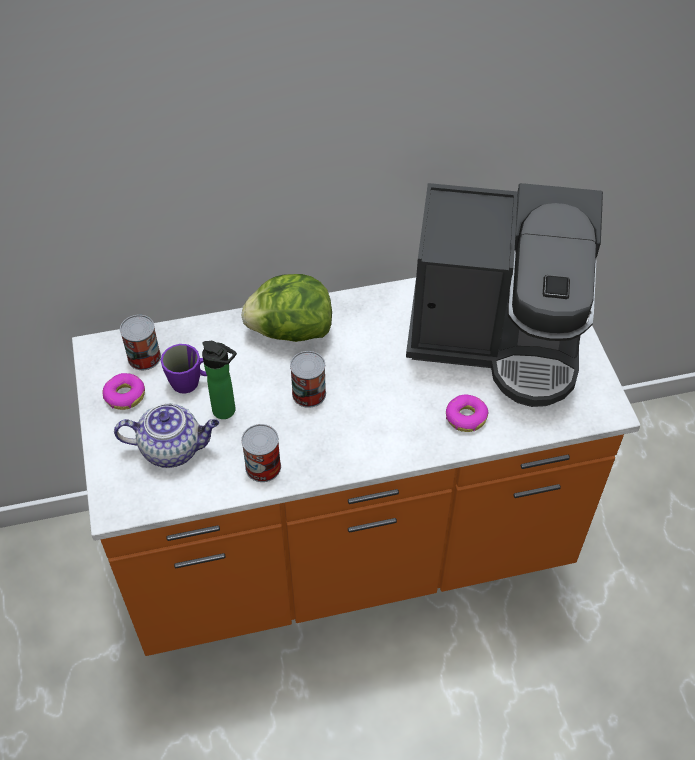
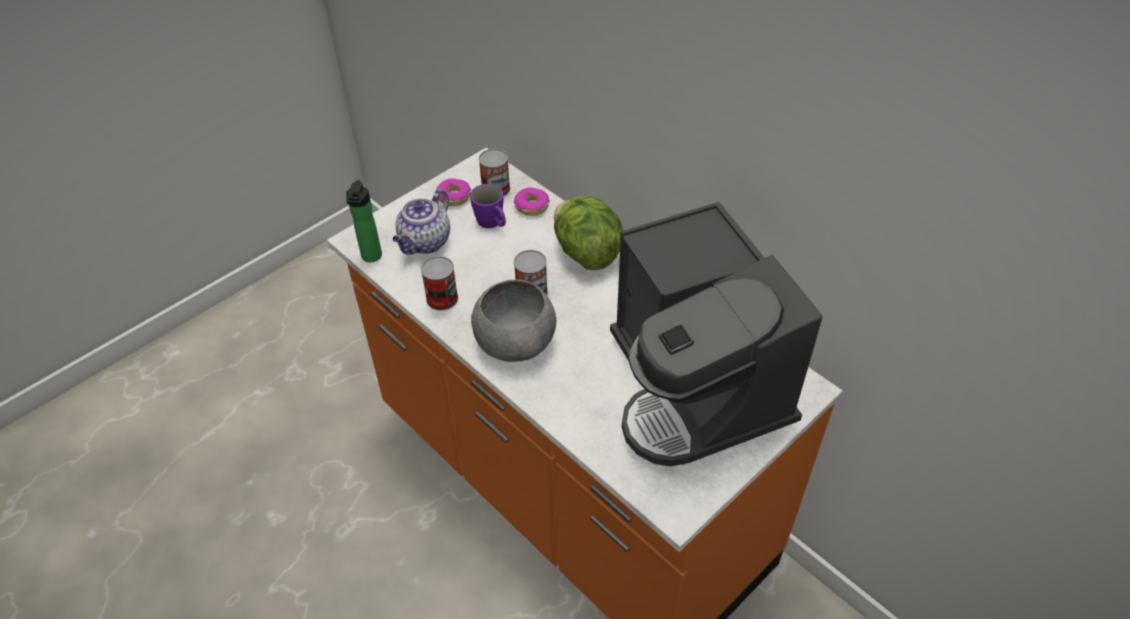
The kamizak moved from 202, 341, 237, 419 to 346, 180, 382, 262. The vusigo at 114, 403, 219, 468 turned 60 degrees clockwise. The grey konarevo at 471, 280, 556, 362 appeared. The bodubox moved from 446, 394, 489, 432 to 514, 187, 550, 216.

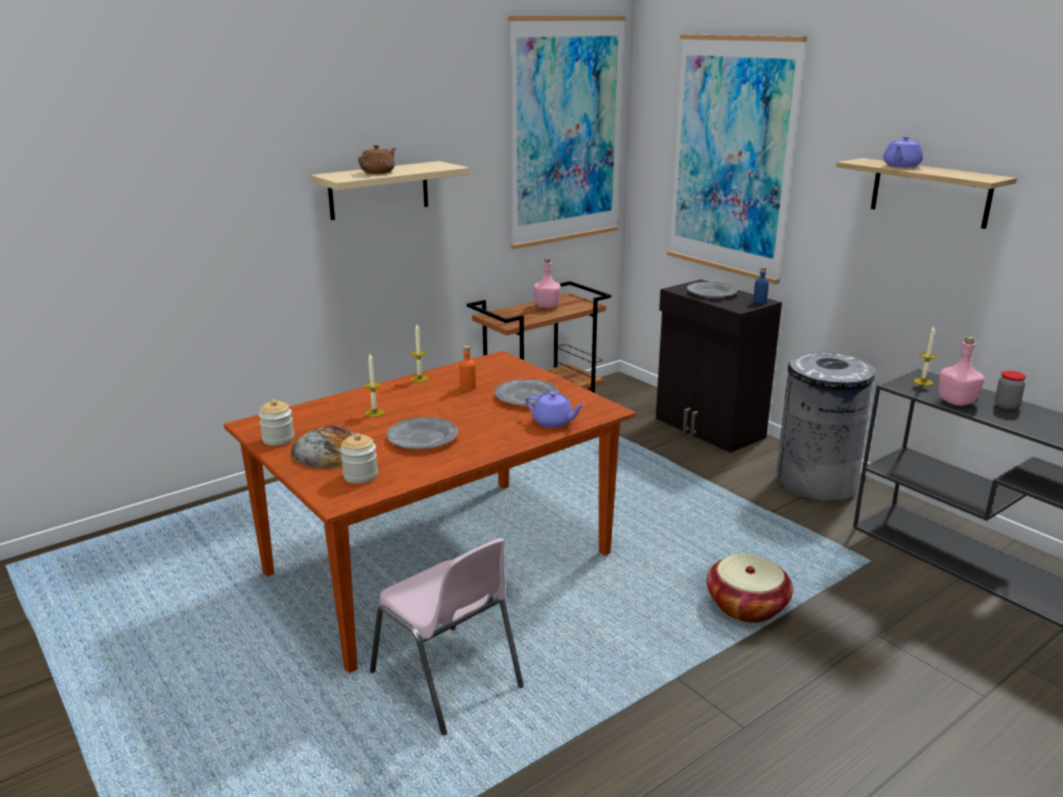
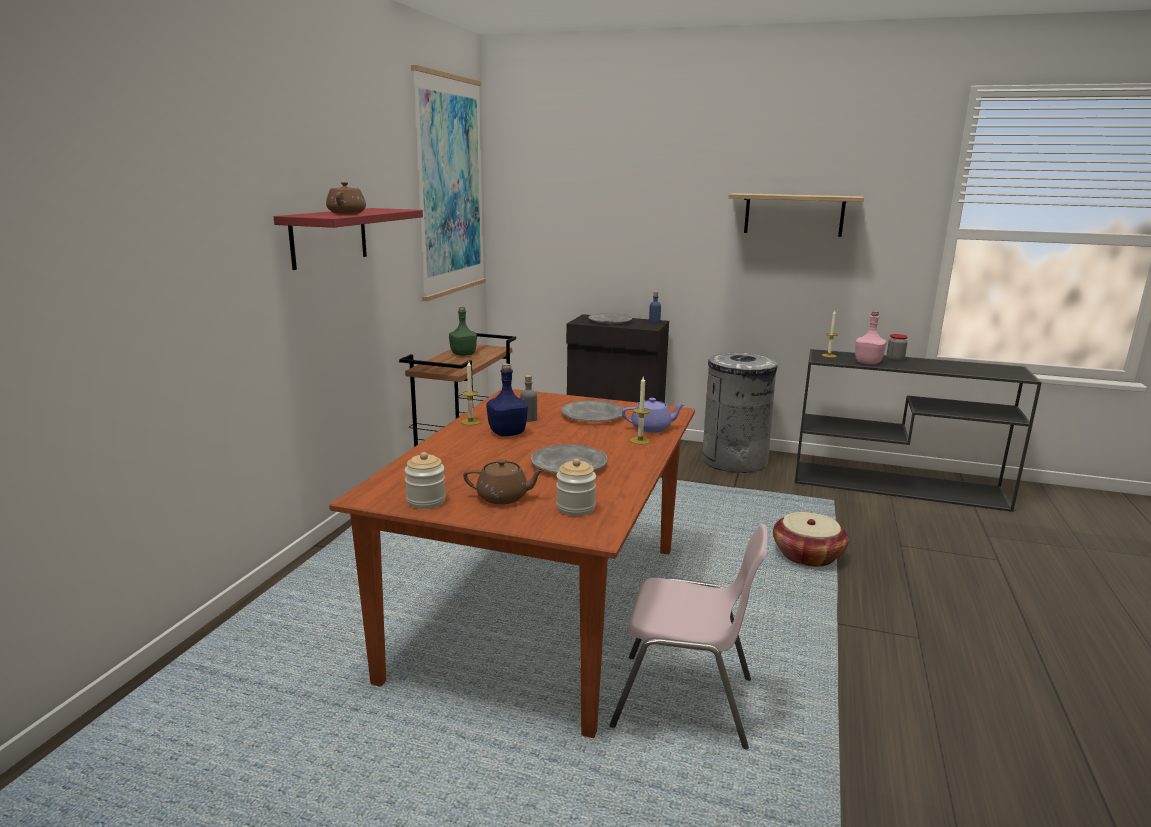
The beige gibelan at 310, 161, 469, 220 became the red gibelan at 274, 208, 423, 270. The pink kamizak at 534, 258, 561, 308 became the green kamizak at 449, 307, 477, 356. The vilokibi at 291, 425, 355, 469 was replaced by the brown vusigo at 463, 459, 546, 504. The blue kamizak at 487, 364, 528, 436 appeared. The orange kamizak at 459, 346, 476, 390 became the grey kamizak at 520, 375, 537, 422. The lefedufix moved from 364, 354, 385, 417 to 630, 377, 651, 444. The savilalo at 667, 34, 807, 284 disappeared. The purple vusigo at 883, 136, 923, 168 disappeared.

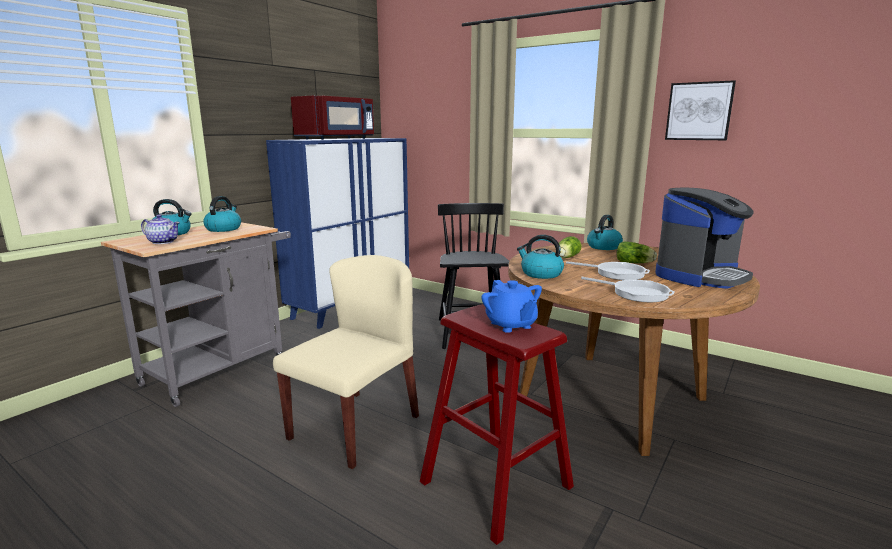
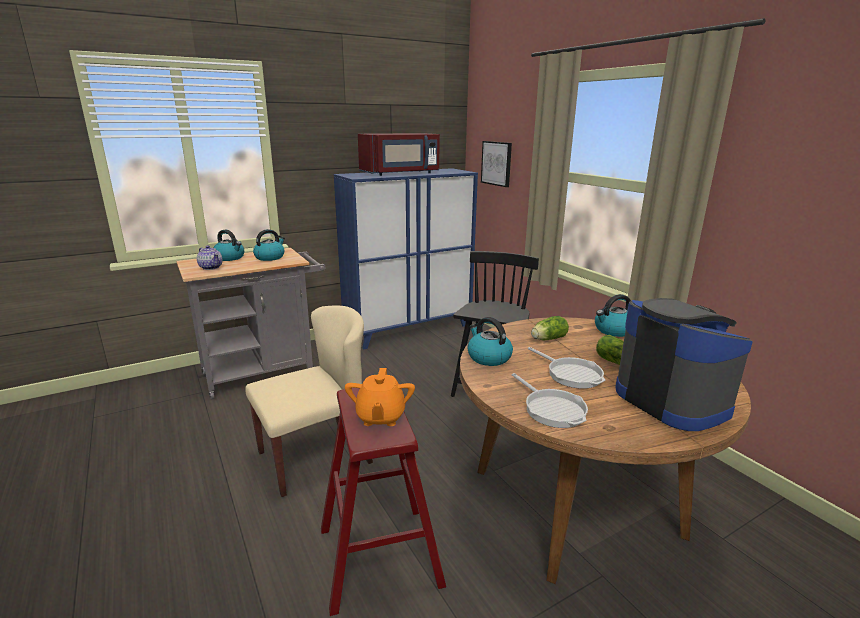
The blue vusigo at 481, 280, 542, 333 became the orange vusigo at 345, 368, 415, 426. The savilalo moved from 665, 80, 736, 140 to 481, 141, 512, 187. The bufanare at 655, 188, 754, 289 turned 105 degrees counterclockwise.

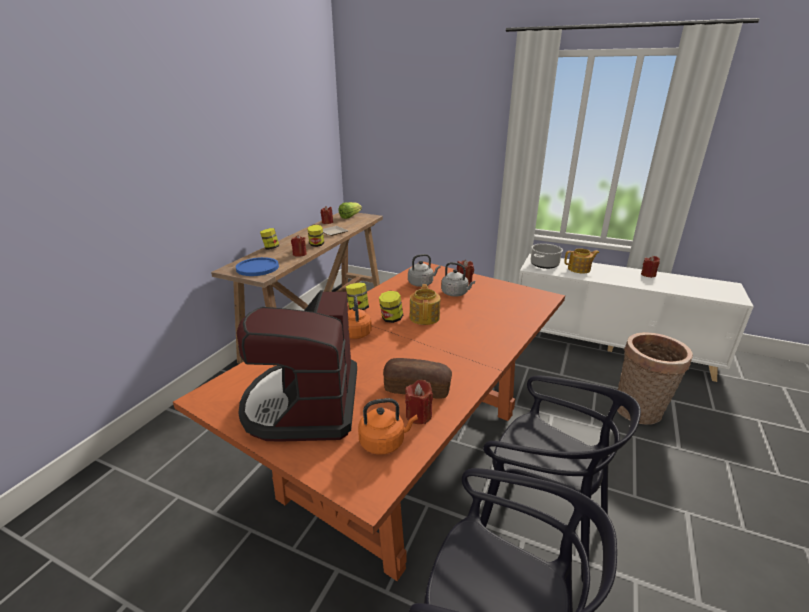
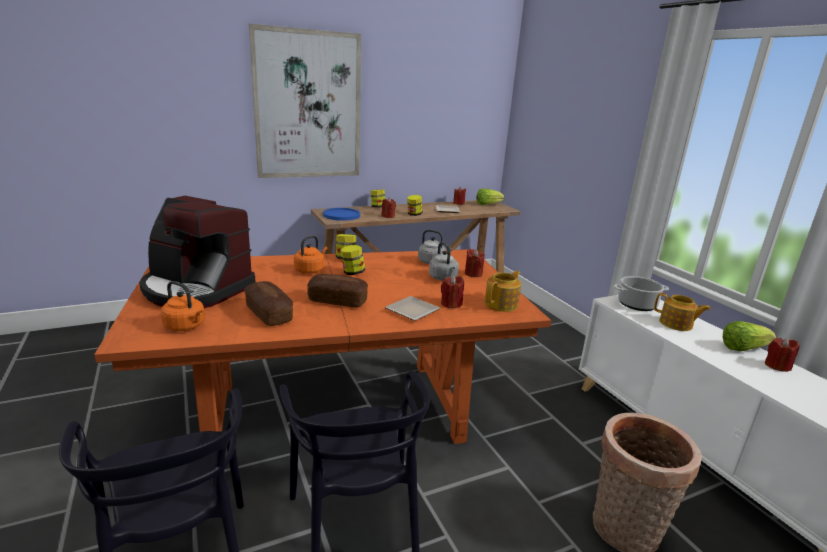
The bufanare at 237, 290, 357, 442 turned 105 degrees counterclockwise. The savilalo at 249, 23, 361, 178 appeared. The vilokibi at 307, 274, 368, 308 appeared. The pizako at 385, 296, 440, 321 appeared. The red lefedufix moved from 405, 380, 433, 424 to 441, 275, 464, 308. The vusigo moved from 409, 284, 440, 325 to 484, 271, 521, 312. The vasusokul at 723, 321, 776, 351 appeared.

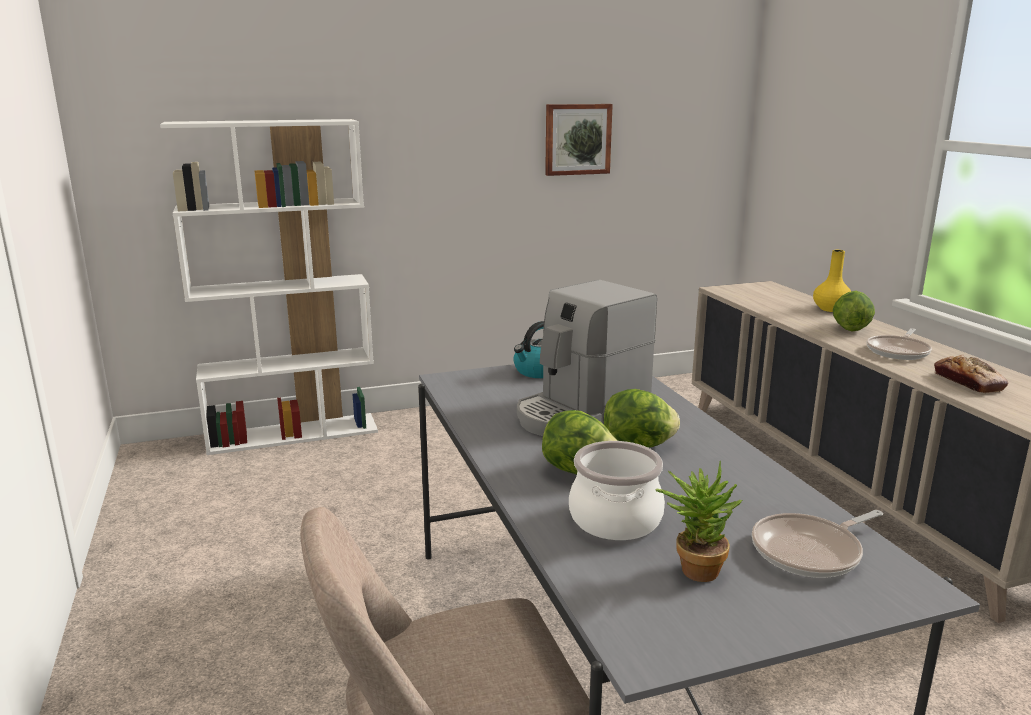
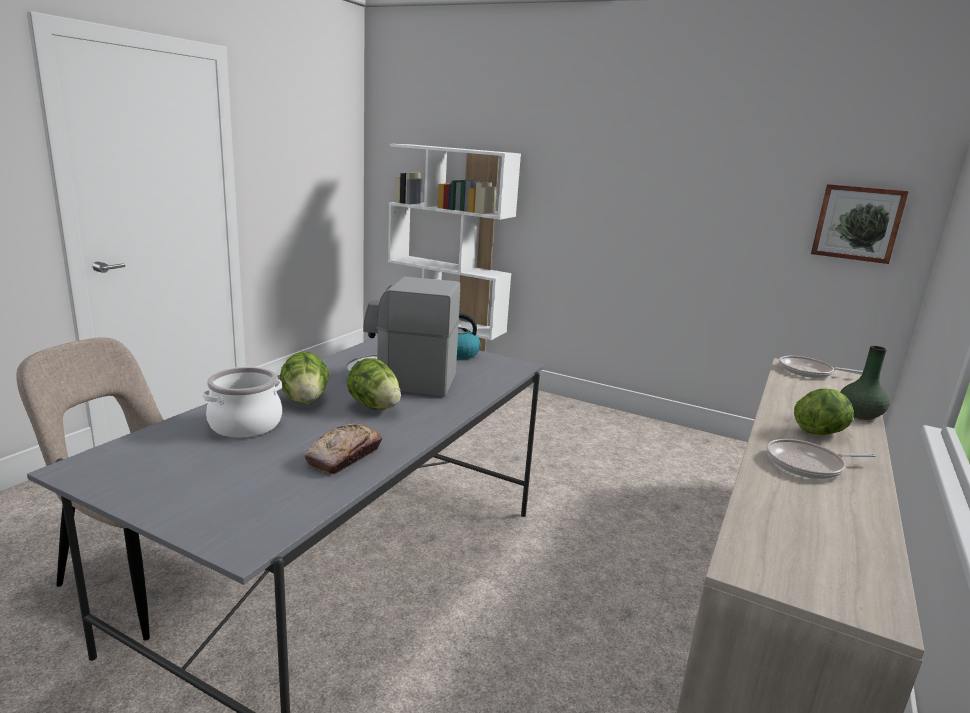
The vilokibi moved from 934, 355, 1008, 393 to 304, 423, 382, 474. The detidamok moved from 752, 510, 883, 578 to 779, 356, 863, 378. The savilalo moved from 545, 104, 613, 176 to 811, 184, 909, 264. The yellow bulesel at 813, 250, 851, 312 became the green bulesel at 840, 346, 890, 420. The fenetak at 655, 460, 742, 582 disappeared.

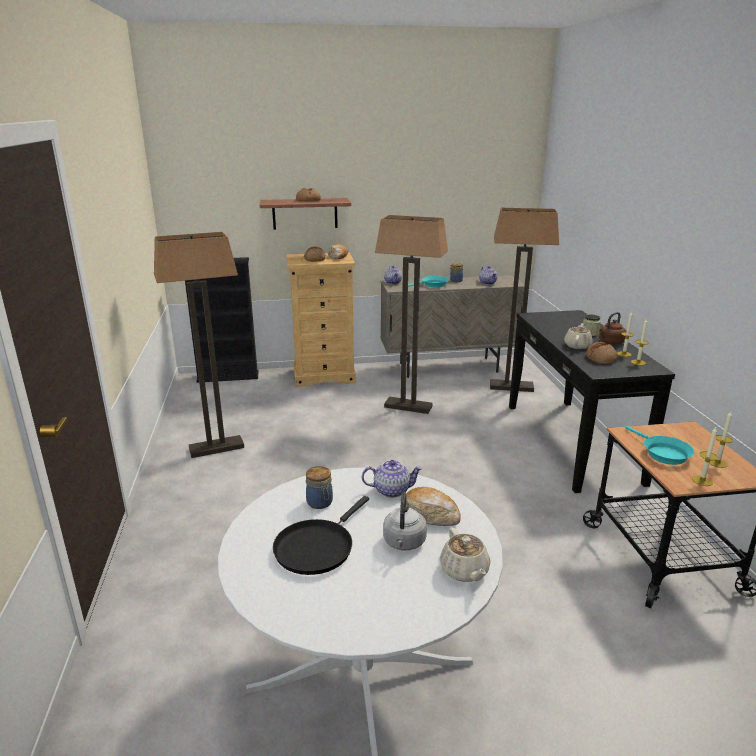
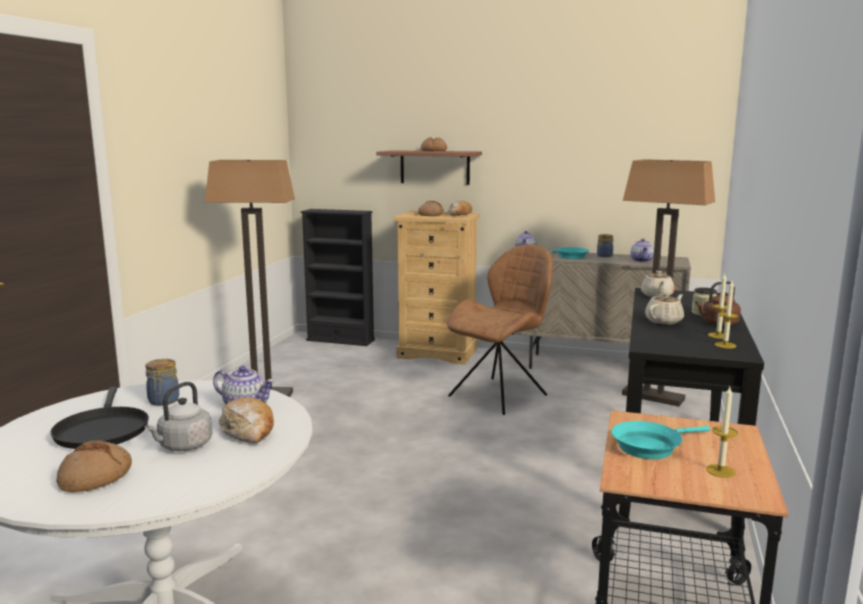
The black detidamok at 273, 496, 369, 575 turned 75 degrees counterclockwise. The vilokibi moved from 586, 342, 617, 364 to 56, 440, 132, 492. The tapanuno at 375, 215, 448, 414 was replaced by the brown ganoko at 447, 245, 553, 415. The turquoise detidamok at 625, 426, 694, 465 turned 60 degrees clockwise. The beige vusigo moved from 440, 527, 490, 582 to 641, 271, 674, 297. The lefedufix at 692, 427, 718, 486 disappeared.

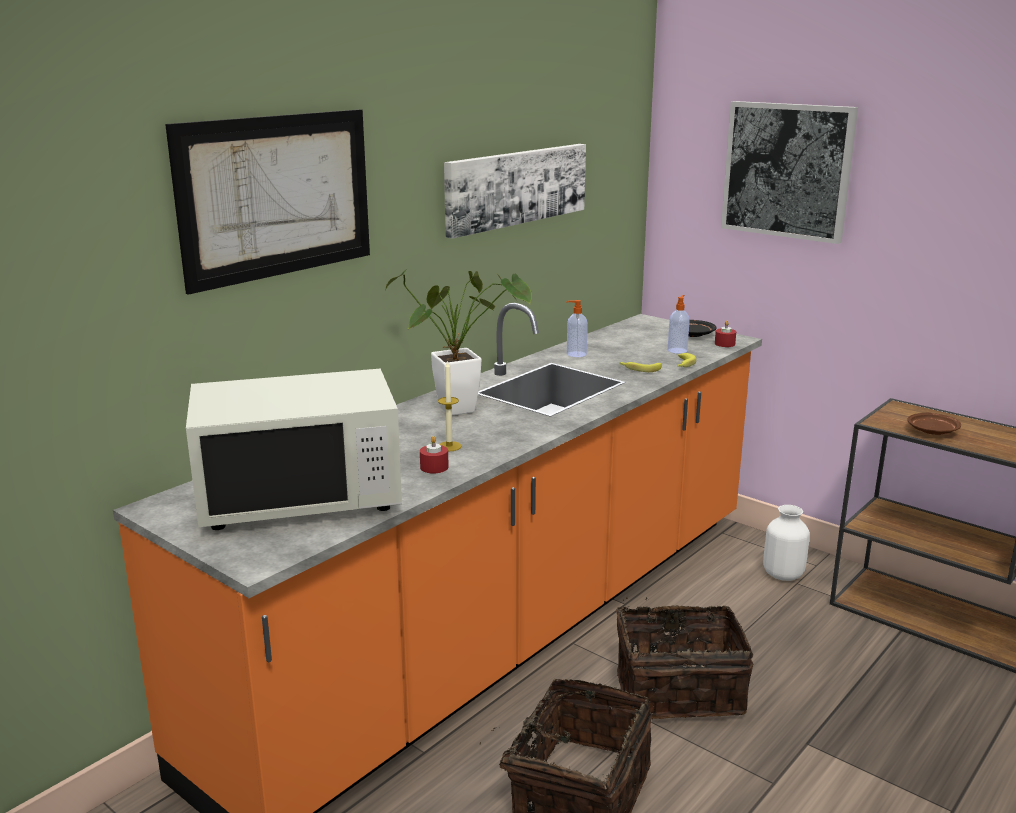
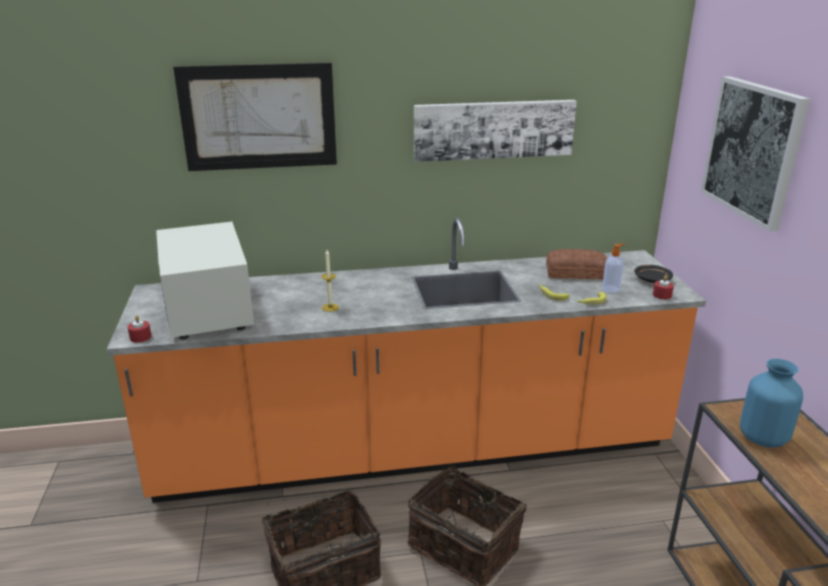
The red lefedufix moved from 420, 436, 449, 473 to 128, 316, 152, 343. The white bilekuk at 186, 368, 402, 530 turned 45 degrees clockwise. The vilokibi at 546, 249, 608, 280 appeared. The brown pizako at 907, 413, 961, 435 was replaced by the blue bulesel at 740, 359, 803, 447. The fenetak at 386, 268, 532, 416 disappeared. The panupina at 566, 300, 588, 357 disappeared. The white bulesel at 763, 505, 810, 581 disappeared.

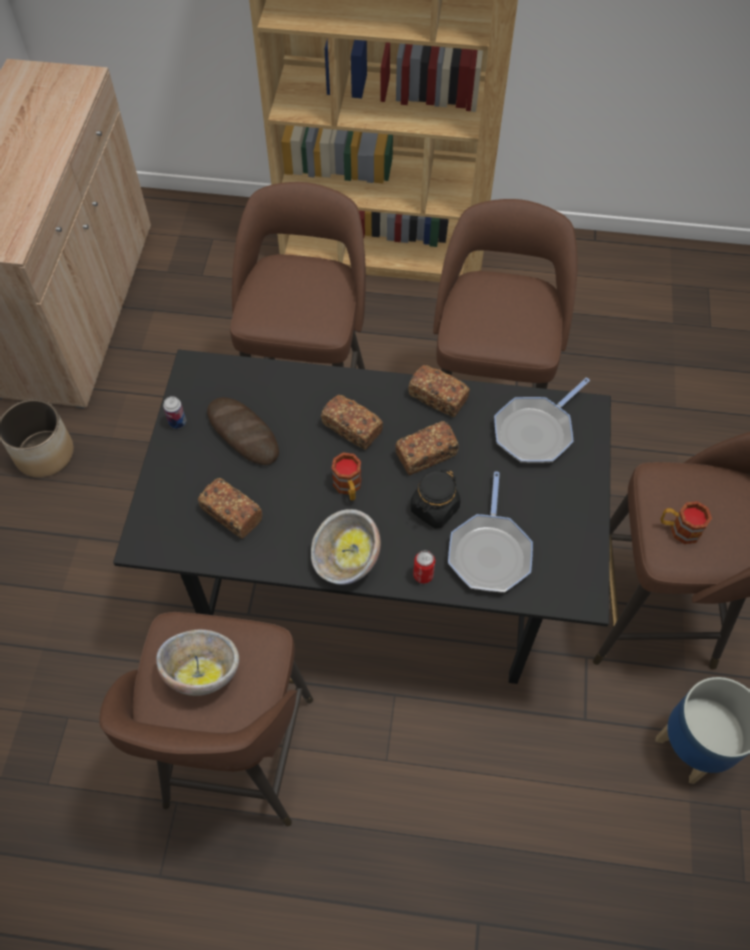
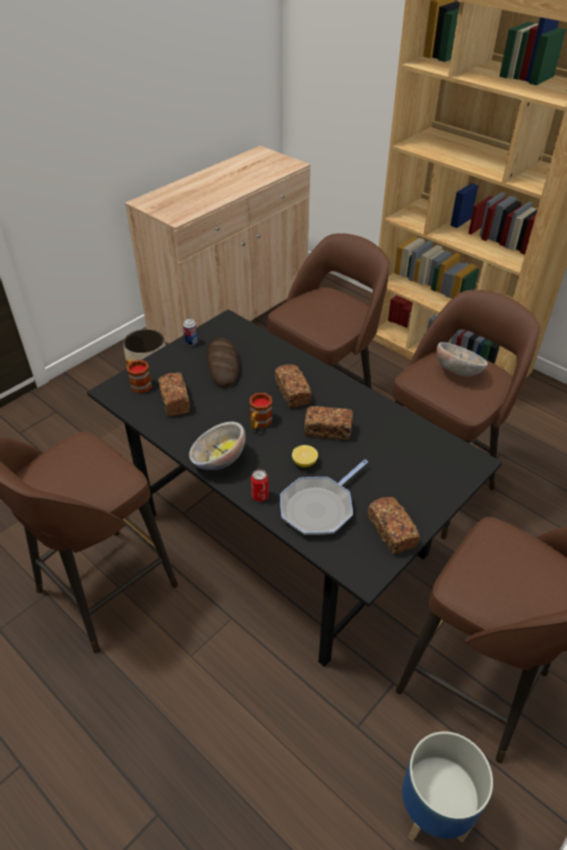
The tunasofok moved from 661, 501, 712, 544 to 126, 359, 152, 393. The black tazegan at 410, 469, 461, 528 was replaced by the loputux at 292, 445, 318, 467. The vilokibi moved from 408, 365, 470, 417 to 368, 497, 420, 555. The konarevo moved from 156, 630, 239, 696 to 436, 342, 488, 377. The detidamok at 494, 378, 590, 463 disappeared.

